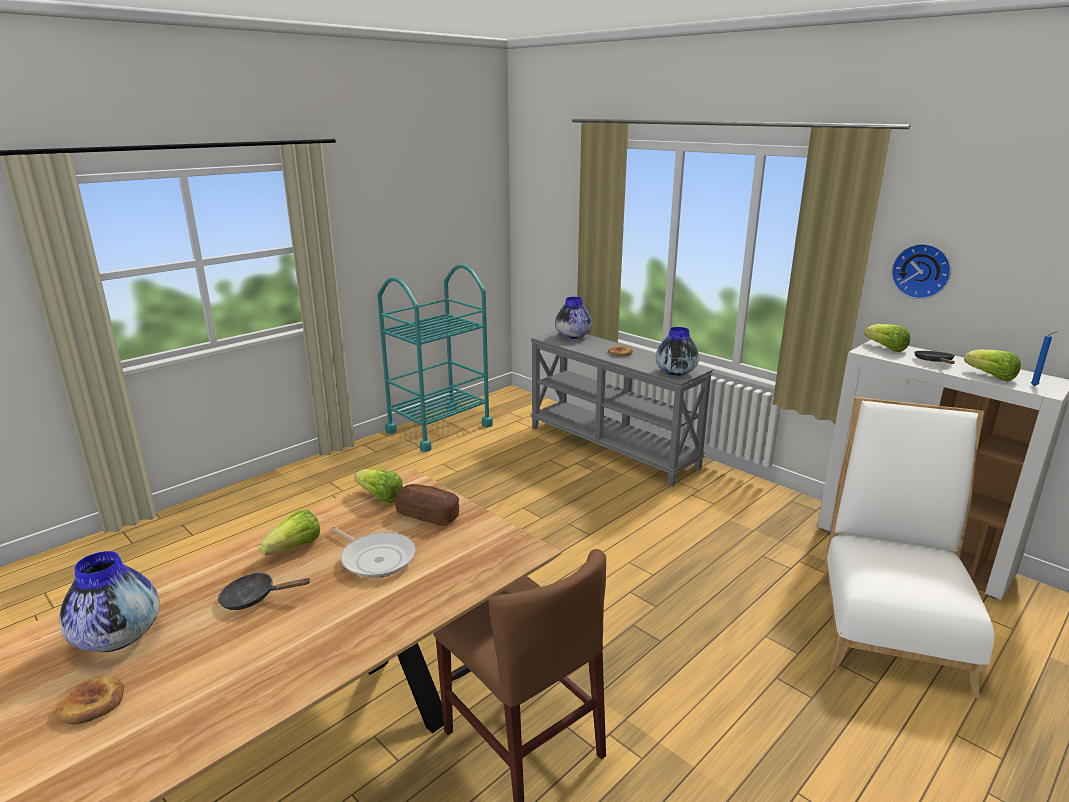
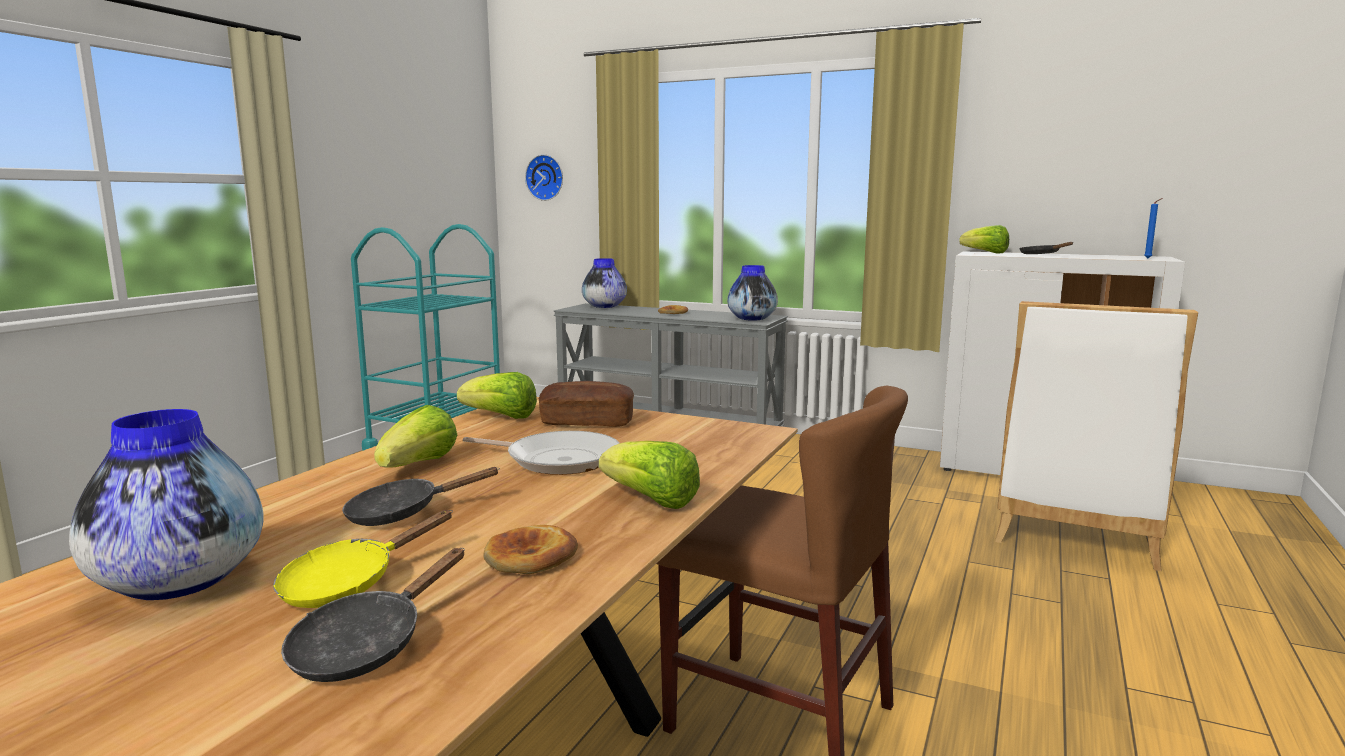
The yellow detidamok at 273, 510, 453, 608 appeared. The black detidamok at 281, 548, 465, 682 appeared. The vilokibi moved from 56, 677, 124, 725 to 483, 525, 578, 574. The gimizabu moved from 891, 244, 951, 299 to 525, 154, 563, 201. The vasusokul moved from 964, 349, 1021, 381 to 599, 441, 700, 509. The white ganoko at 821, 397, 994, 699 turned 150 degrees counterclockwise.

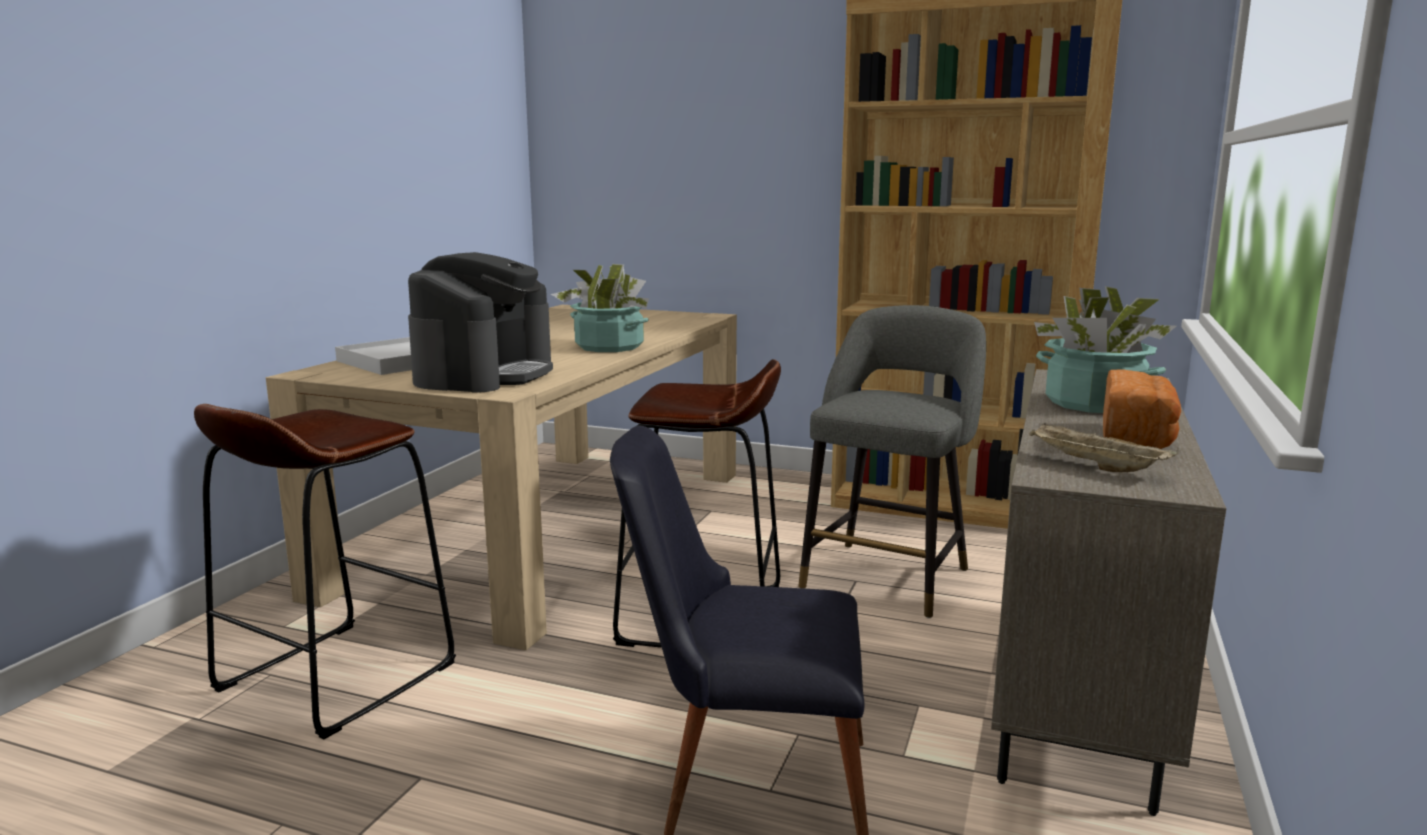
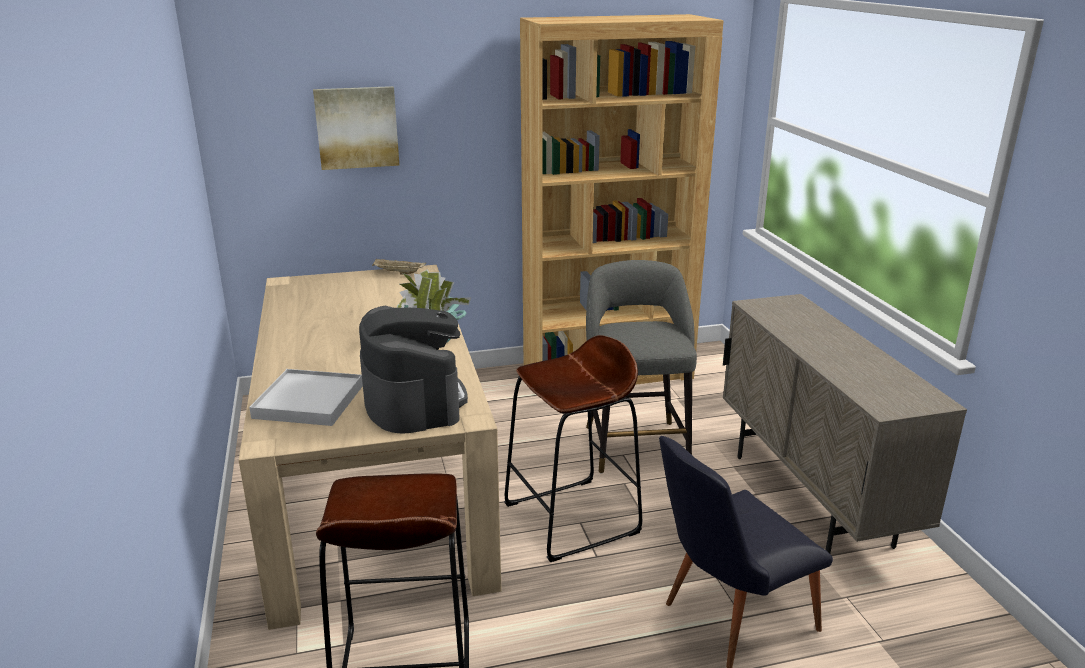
The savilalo at 313, 86, 399, 170 appeared. The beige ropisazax moved from 1029, 422, 1179, 472 to 372, 259, 426, 274. The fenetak at 1034, 286, 1176, 413 disappeared. The vilokibi at 1103, 369, 1181, 449 disappeared.

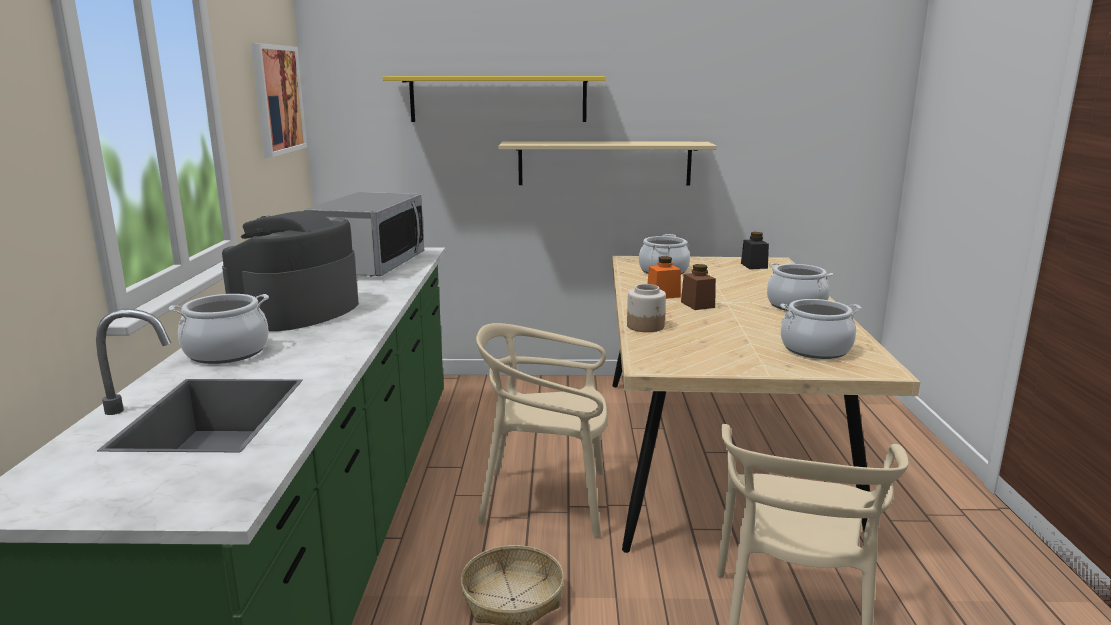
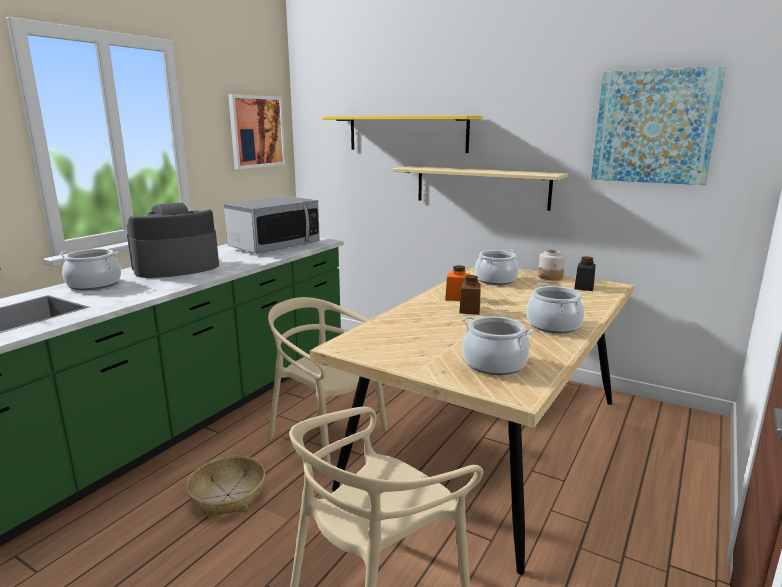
The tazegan moved from 627, 284, 666, 332 to 538, 250, 565, 280. The savilalo at 591, 66, 726, 185 appeared.

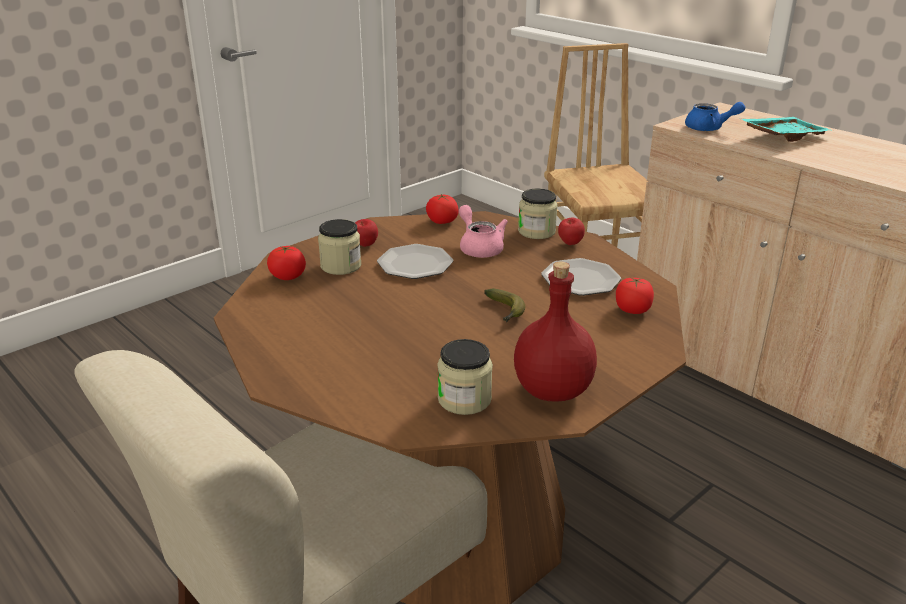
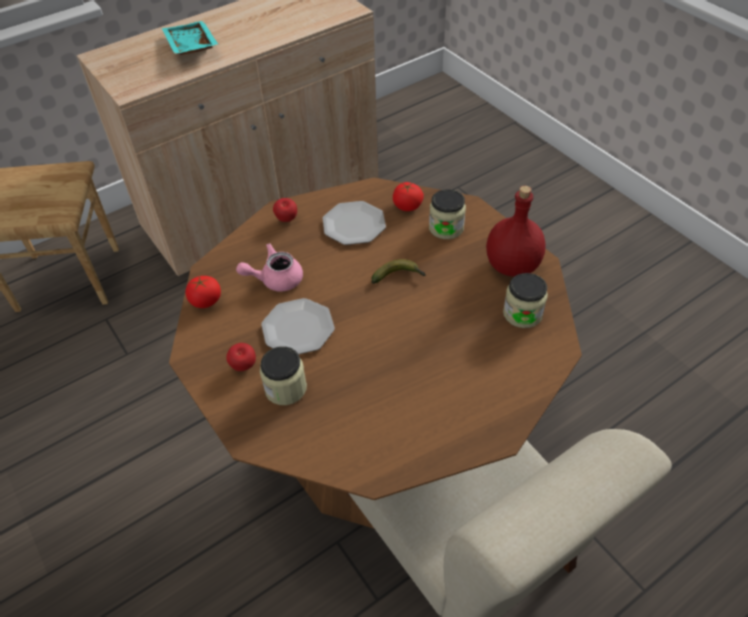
The tazegan moved from 518, 188, 558, 239 to 429, 189, 466, 239. The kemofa at 267, 246, 306, 280 disappeared. The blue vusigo at 685, 102, 745, 131 disappeared.

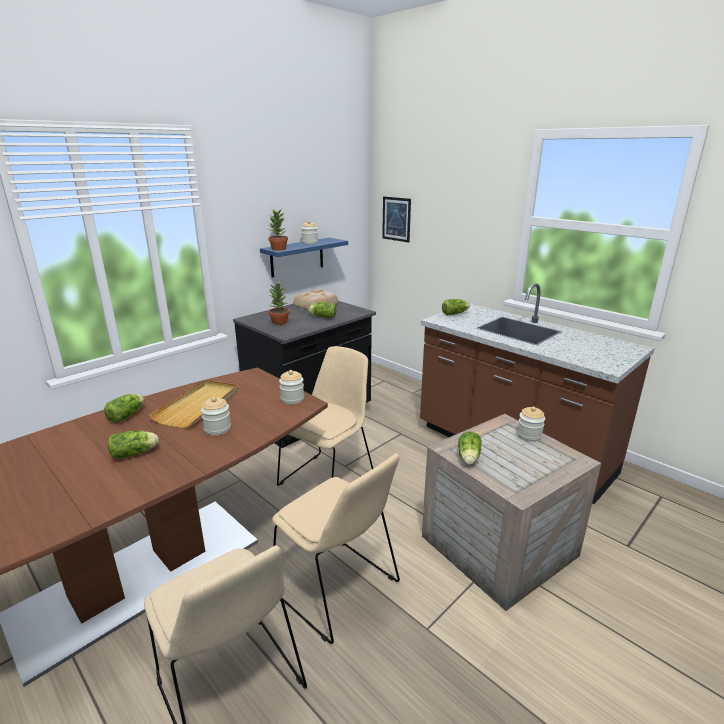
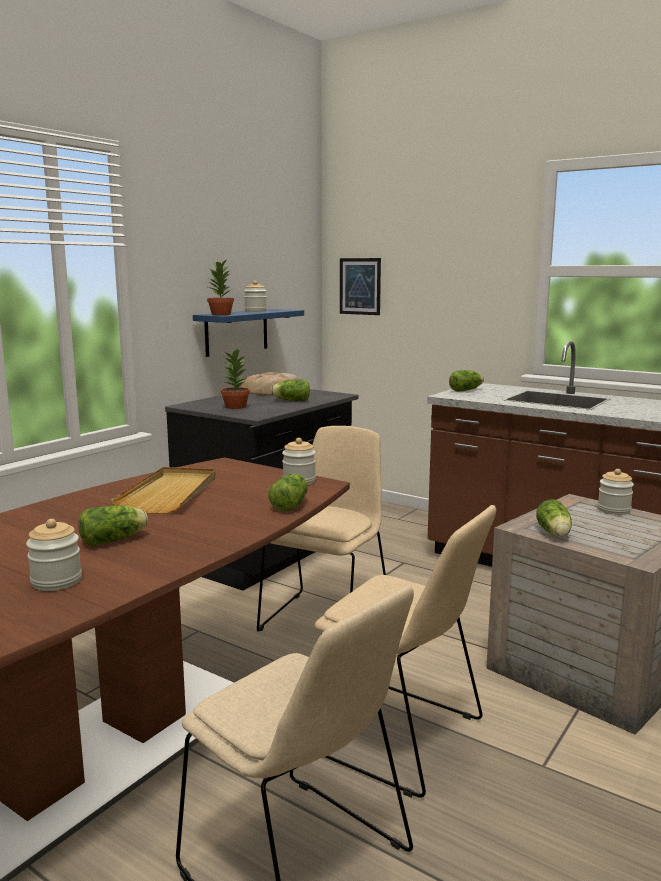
The tazegan moved from 201, 397, 231, 436 to 26, 519, 82, 591. The vasusokul moved from 104, 394, 144, 422 to 268, 473, 308, 512.

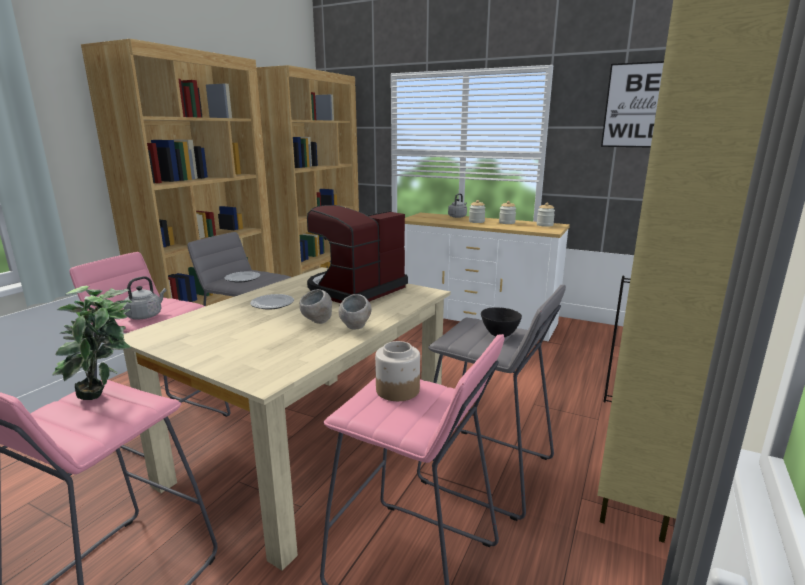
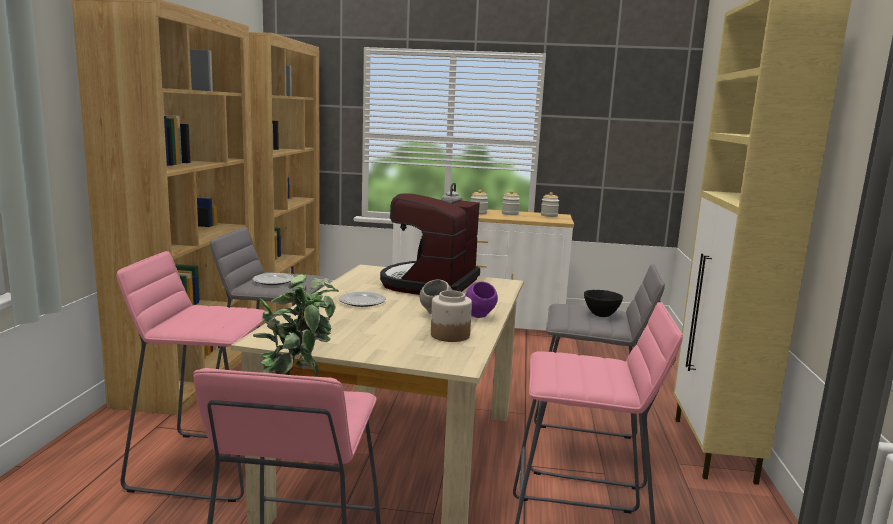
The tazegan moved from 375, 341, 420, 401 to 431, 290, 472, 342. The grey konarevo at 338, 294, 372, 330 became the purple konarevo at 465, 282, 498, 318. The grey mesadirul at 124, 276, 166, 319 disappeared. The savilalo at 601, 61, 664, 147 disappeared.

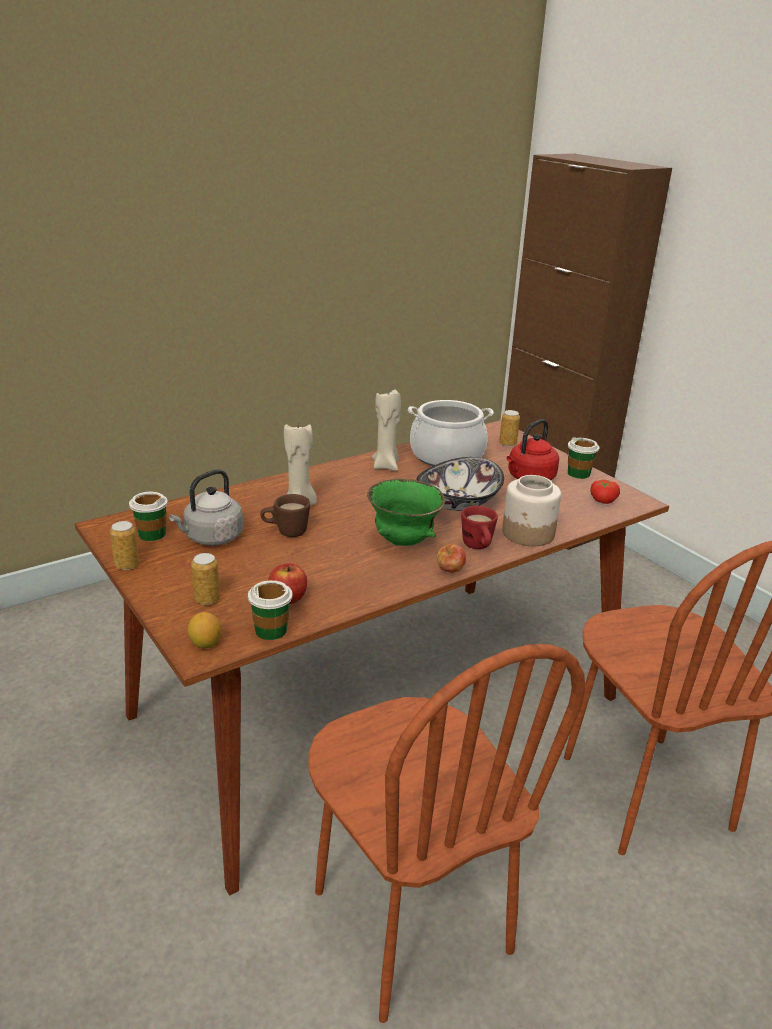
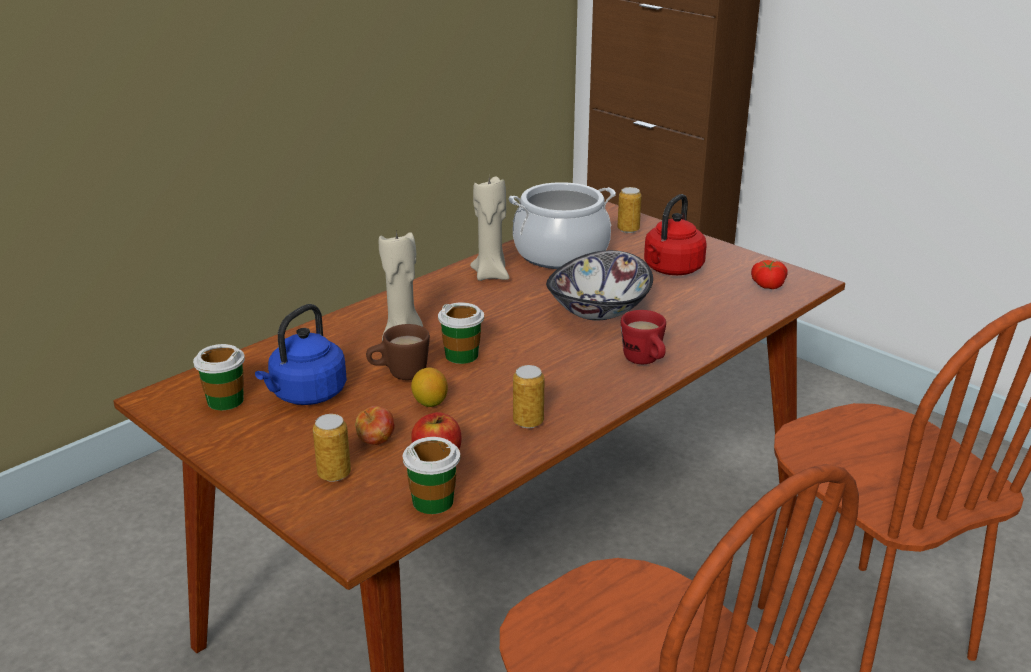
The grey mesadirul at 169, 469, 243, 546 became the blue mesadirul at 255, 304, 347, 405. The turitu moved from 437, 544, 466, 573 to 355, 406, 395, 445. The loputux moved from 188, 612, 222, 648 to 411, 368, 448, 407. The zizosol moved from 568, 437, 600, 479 to 438, 302, 484, 364. The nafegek moved from 110, 521, 139, 570 to 513, 365, 544, 428. The green konarevo at 367, 479, 445, 546 disappeared. The tazegan at 502, 475, 561, 546 disappeared.

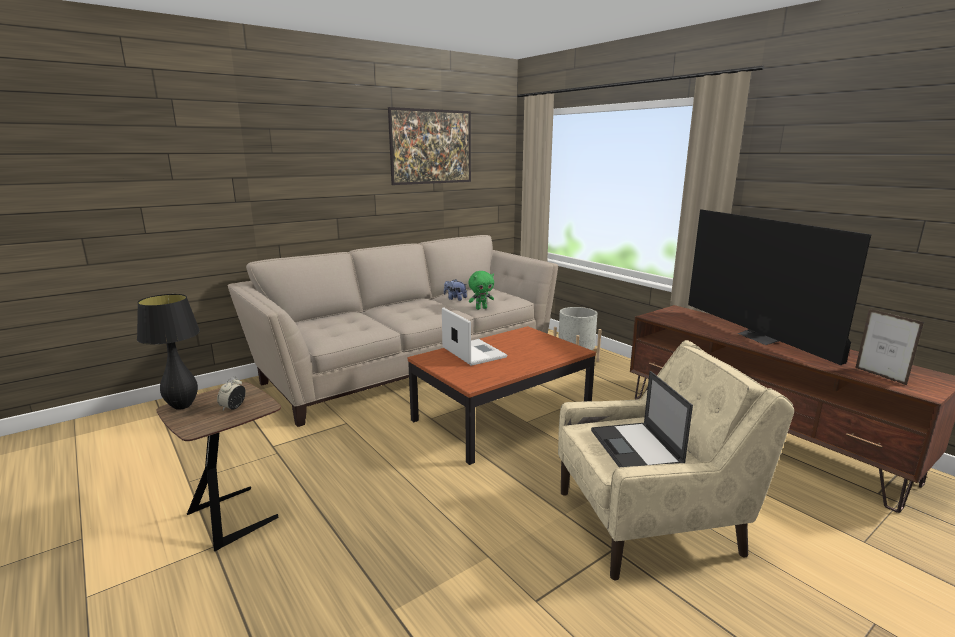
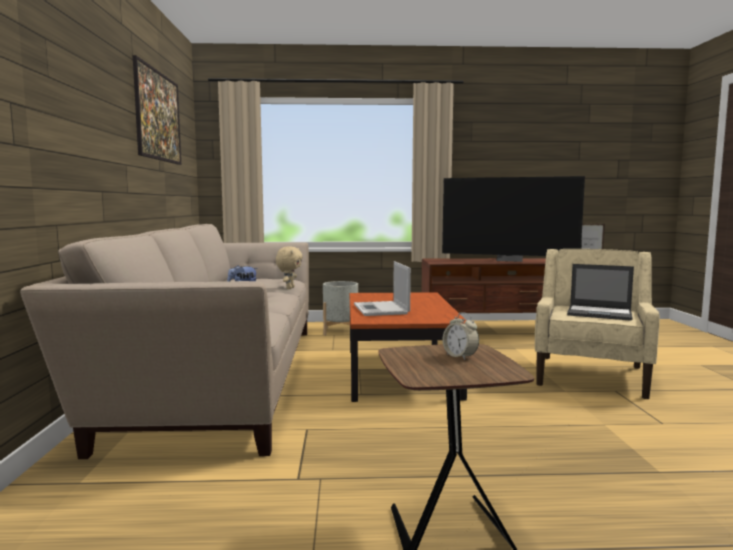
The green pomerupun at 469, 271, 494, 310 became the beige pomerupun at 276, 246, 303, 289. The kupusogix at 442, 307, 507, 366 turned 105 degrees counterclockwise. The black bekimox at 137, 294, 200, 410 disappeared.

